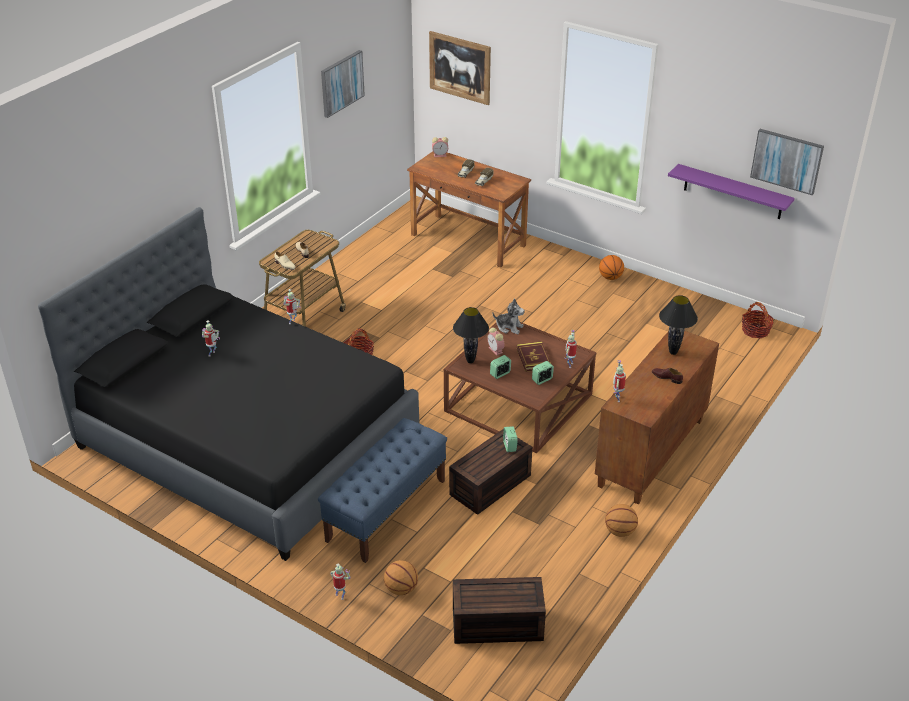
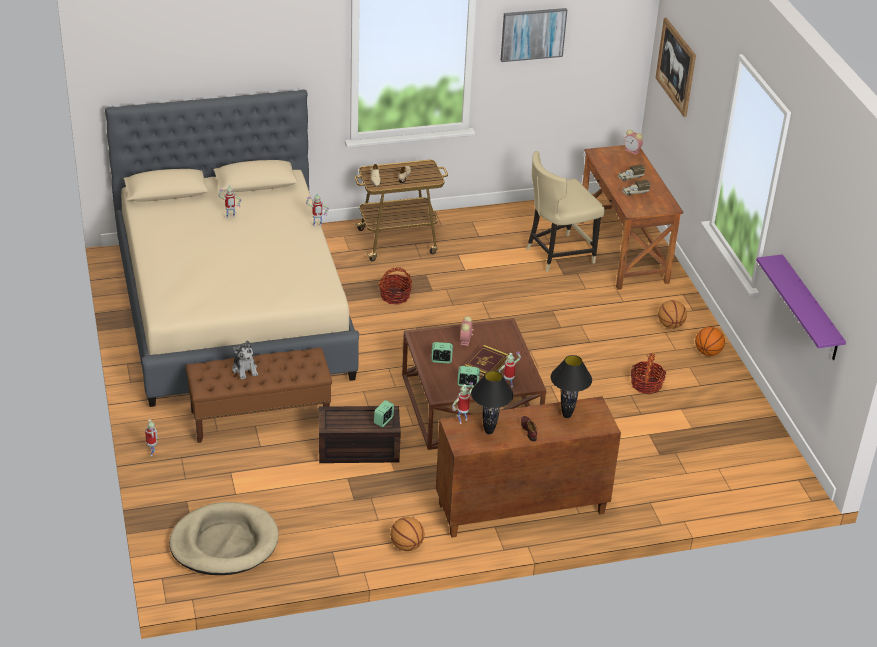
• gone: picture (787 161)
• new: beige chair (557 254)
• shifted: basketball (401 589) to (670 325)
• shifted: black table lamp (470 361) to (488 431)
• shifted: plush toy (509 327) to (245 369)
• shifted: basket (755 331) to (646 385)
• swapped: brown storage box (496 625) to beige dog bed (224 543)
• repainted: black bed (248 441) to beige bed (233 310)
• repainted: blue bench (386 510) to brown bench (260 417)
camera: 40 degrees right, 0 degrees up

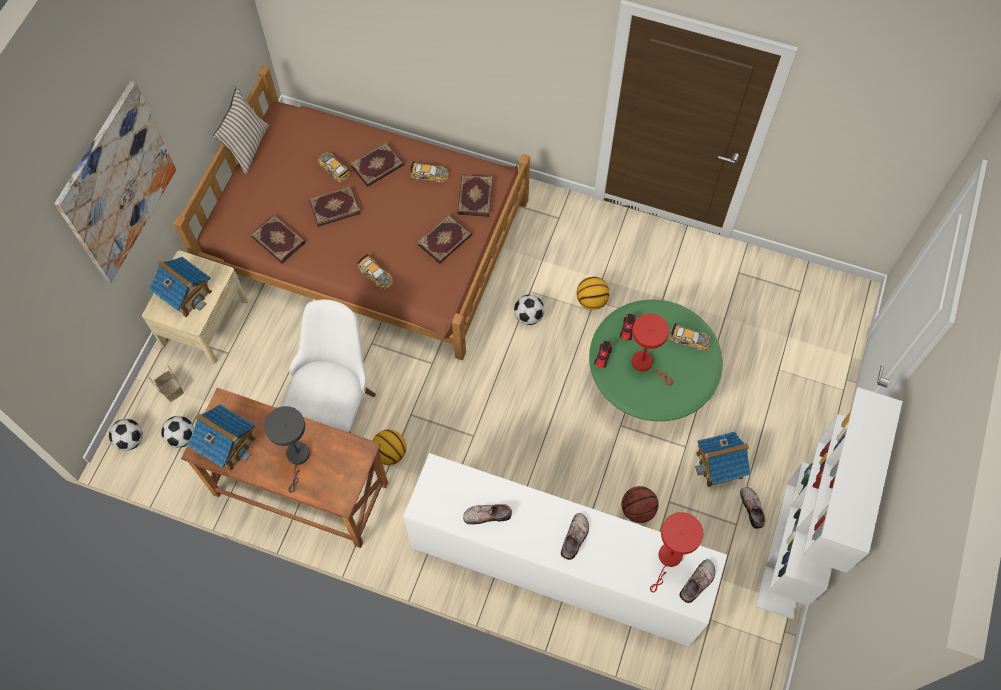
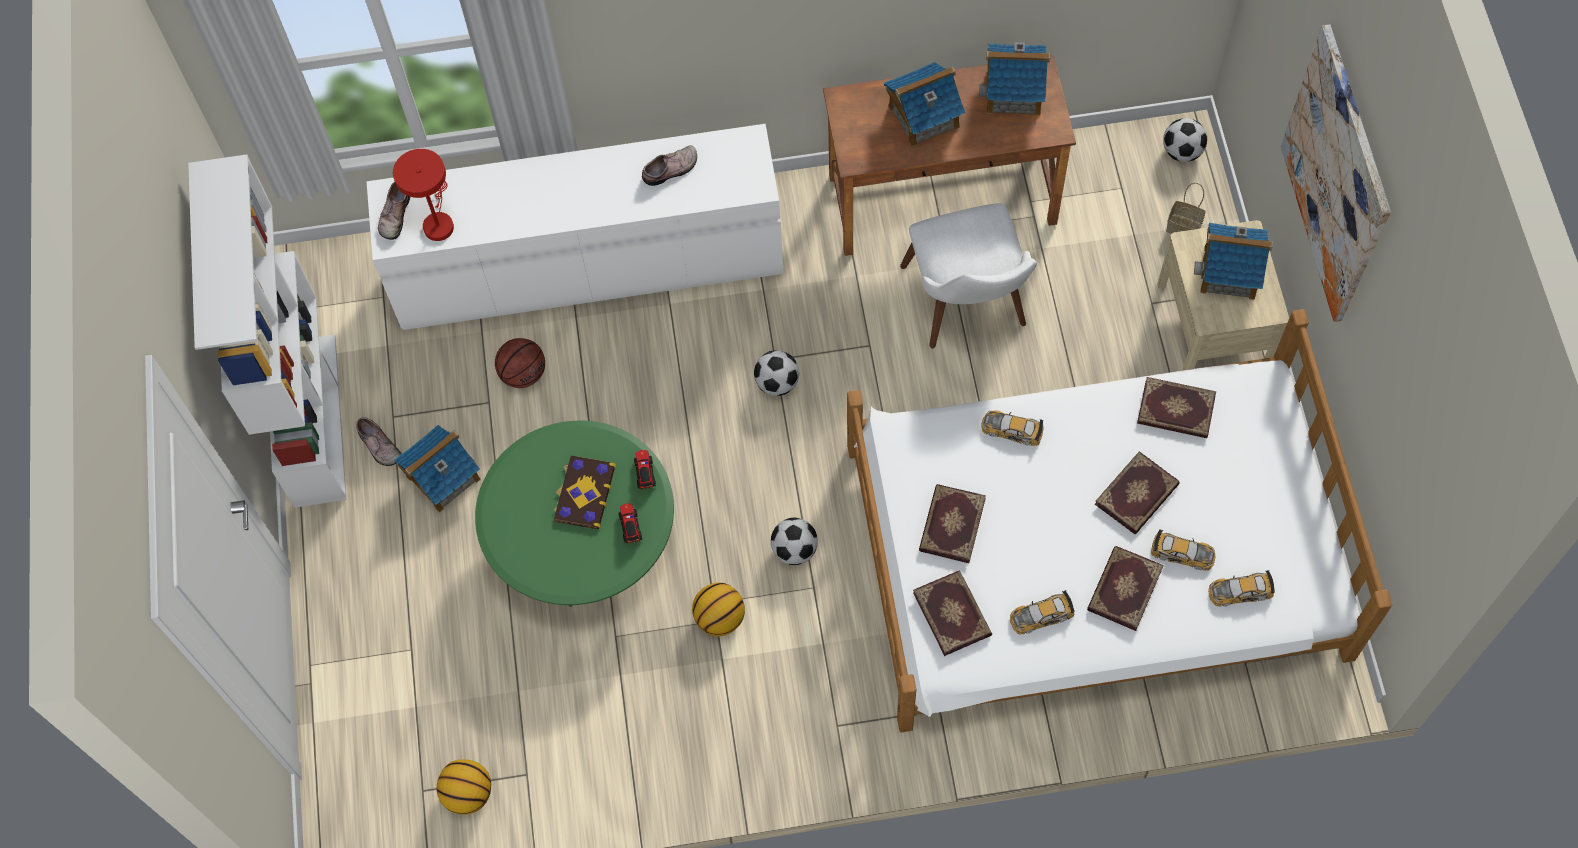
• gone: beige pillow (247 147)
• gone: shoe (575 538)
• shifted: football (182 437) to (777 383)
• shifted: basketball (390 453) to (468 793)
• shifted: toy car (690 339) to (1240 591)
• swapped: grey table lamp (298 458) to toy house (923 116)
• swapped: red table lamp (645 364) to book (584 493)
• repainted: brown bed (367 236) to white bed (1092 551)
camera: 155 degrees right, 0 degrees up

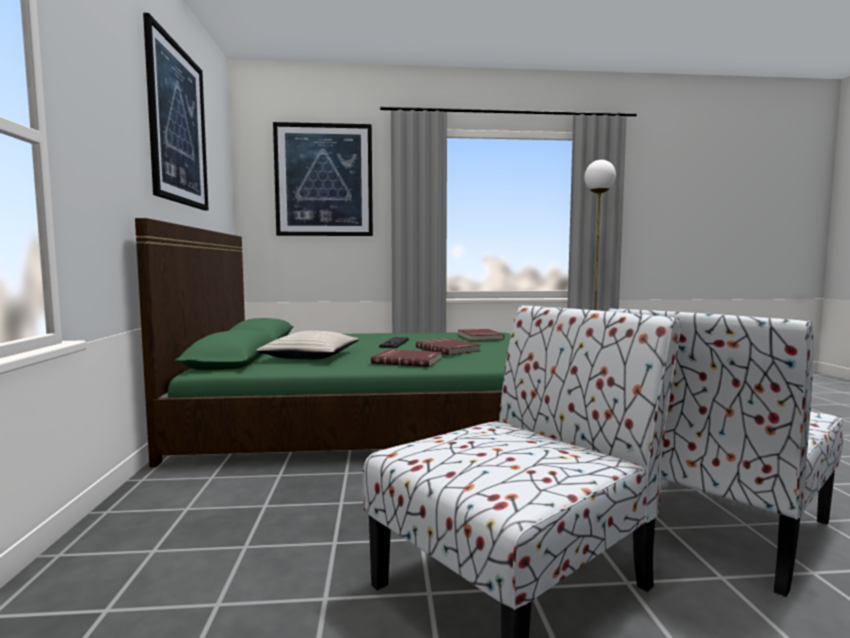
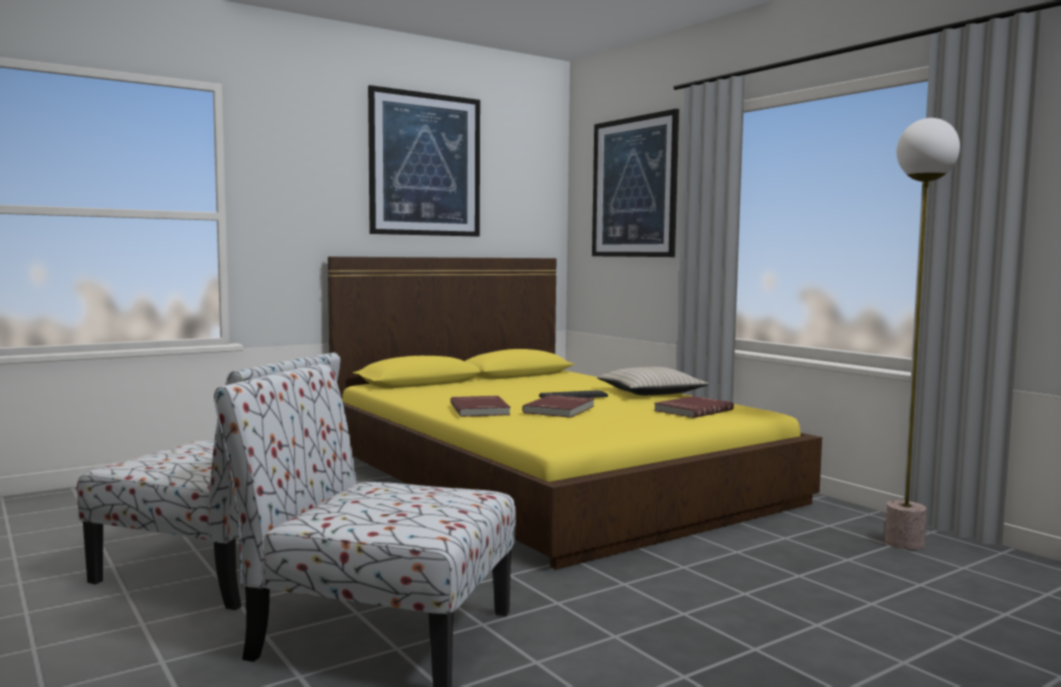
• shifted: beige pillow (310 356) to (650 392)
• repainted: green bed (381 413) to yellow bed (550 476)
camera: 60 degrees right, 0 degrees up

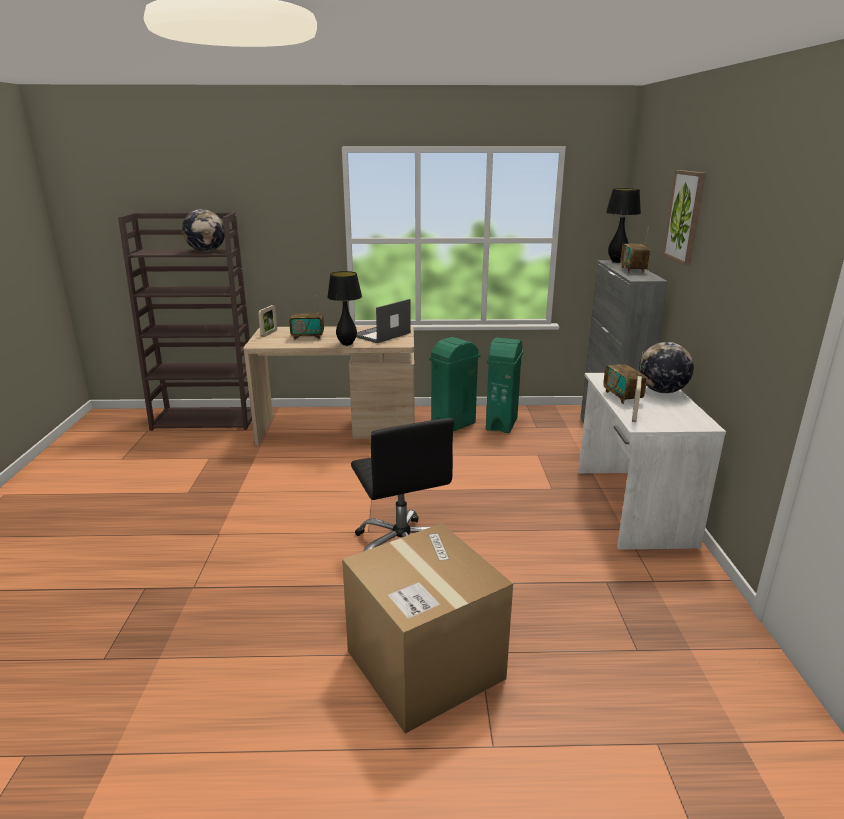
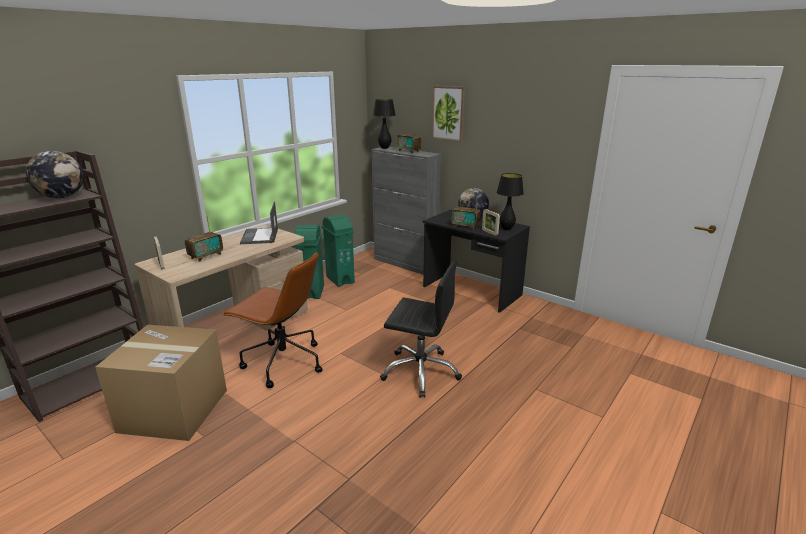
• new: brown office chair (282 363)
• shifted: black table lamp (347 344) to (506 229)
• shifted: cardboard box (425 664) to (174 410)
• repainted: white desk (631 506) to black desk (471 291)
camera: 50 degrees left, 0 degrees up

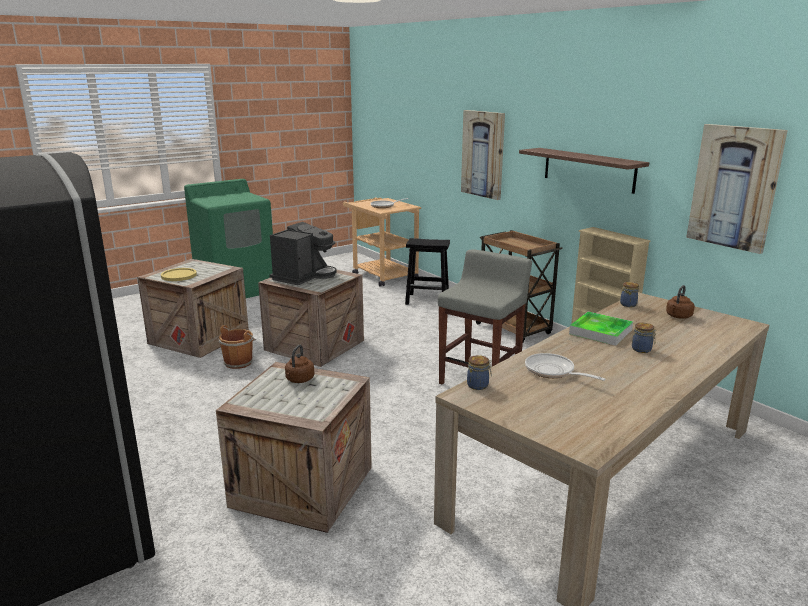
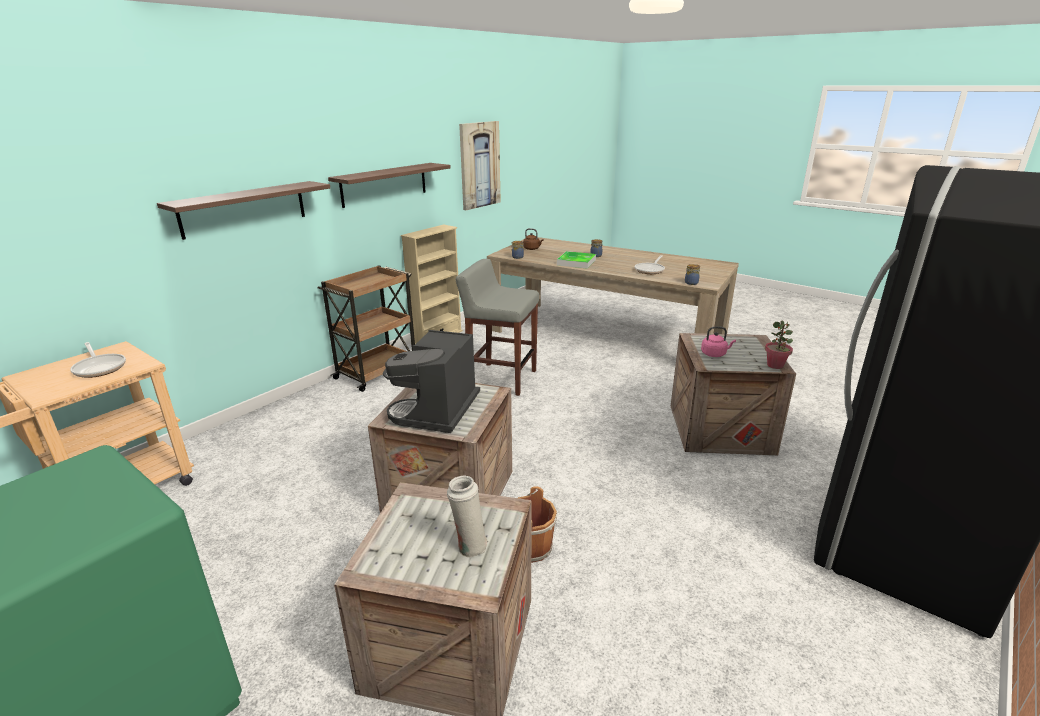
• gone: black stool (428 300)
• new: potted plant (775 365)
• swapped: yellow plate (179 275) to white vase (469 545)
• swapped: picture (483 154) to shelf (244 209)
• repainted: brown kettle (299 380) to pink kettle (714 354)
• rotated: coffee machine (304 276) = (437 411) 90 degrees counterclockwise
camera: 105 degrees left, 5 degrees up

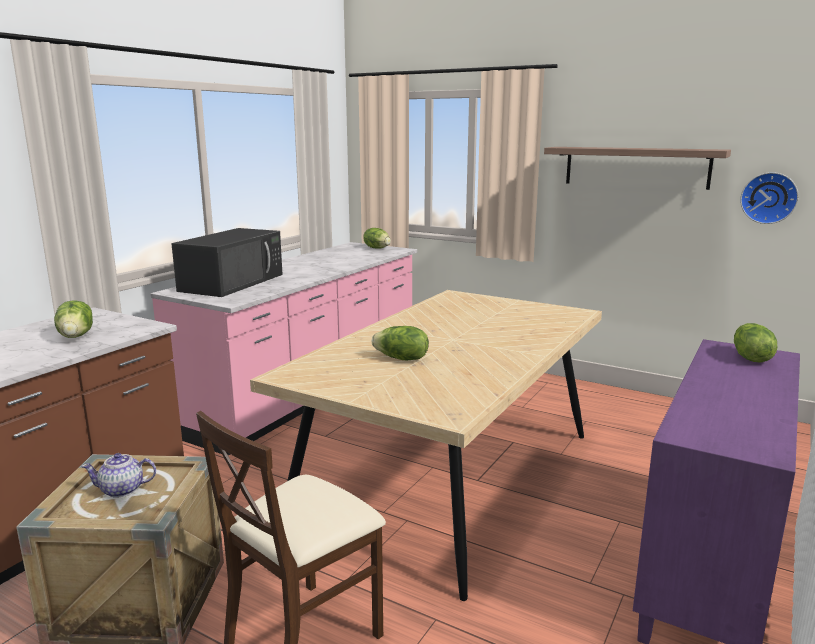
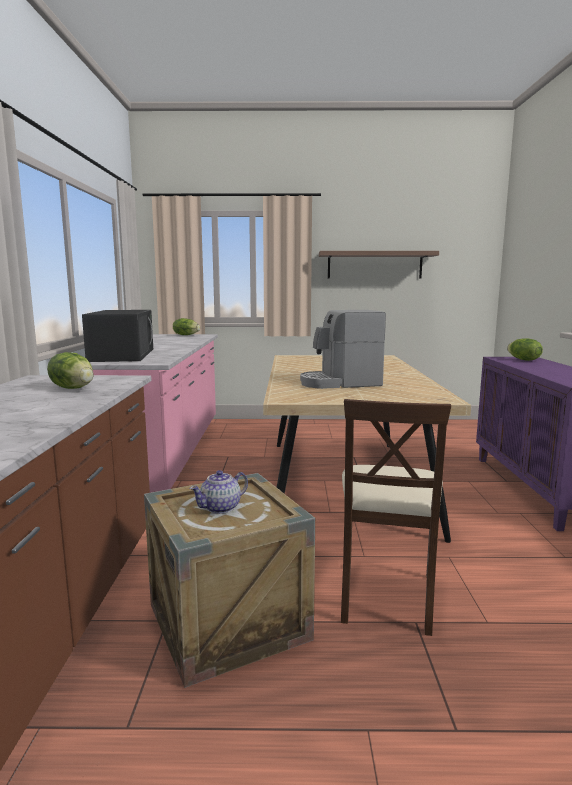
• gone: wall clock (769 198)
• swapped: lettuce (401 359) to coffee machine (340 383)
camera: 30 degrees left, 5 degrees down

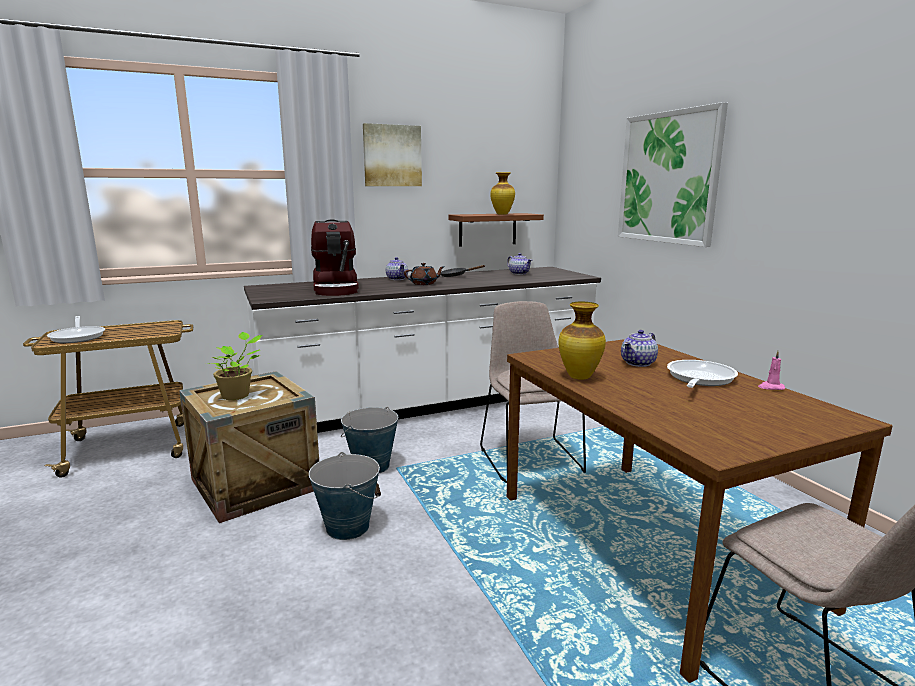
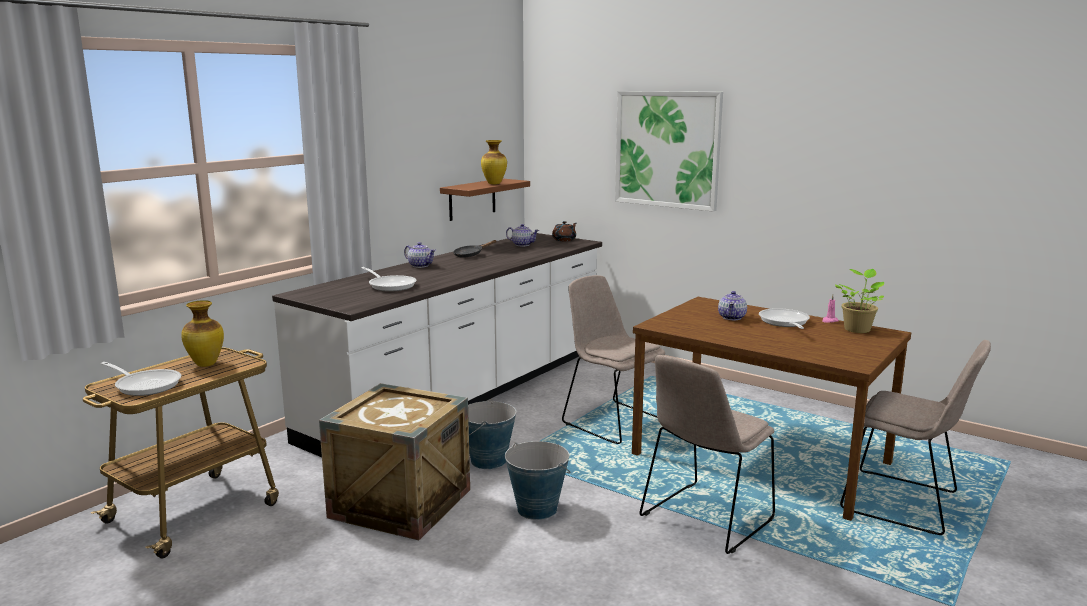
• gone: picture (392 156)
• new: beige chair (704 519)
• shifted: potted plant (238 395) to (857 329)
• shifted: brown teapot (424 283) to (564 240)
• shifted: vase (578 377) to (205 364)
• swapped: coffee machine (336 288) to frying pan (390 285)
camera: 30 degrees left, 0 degrees up

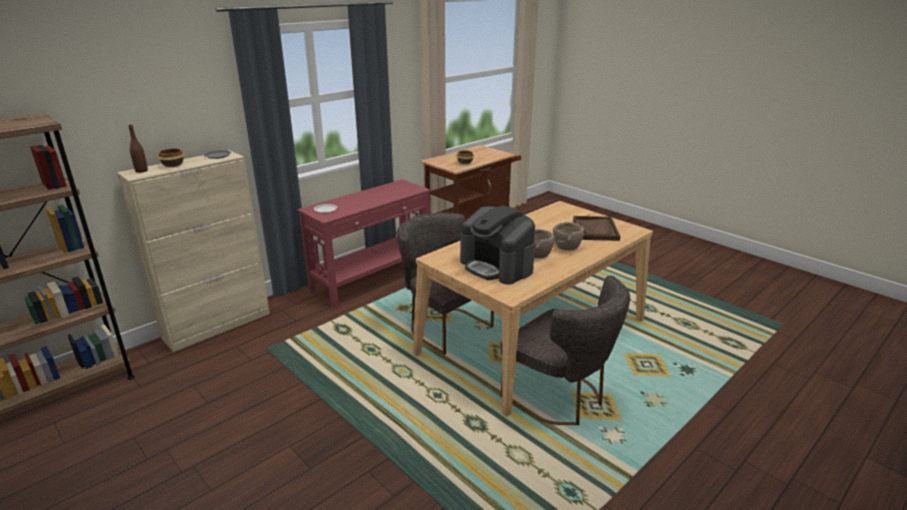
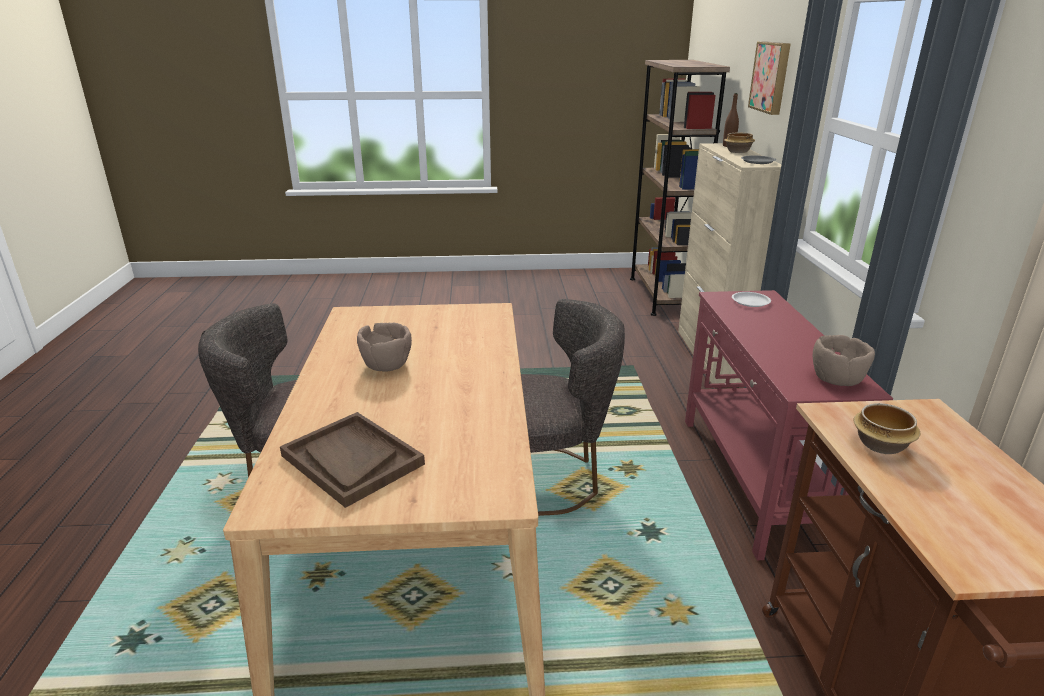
• gone: coffee machine (497 266)
• new: picture (771 77)
• shifted: brown bowl (567 246) to (837 380)
camera: 130 degrees right, 0 degrees up

